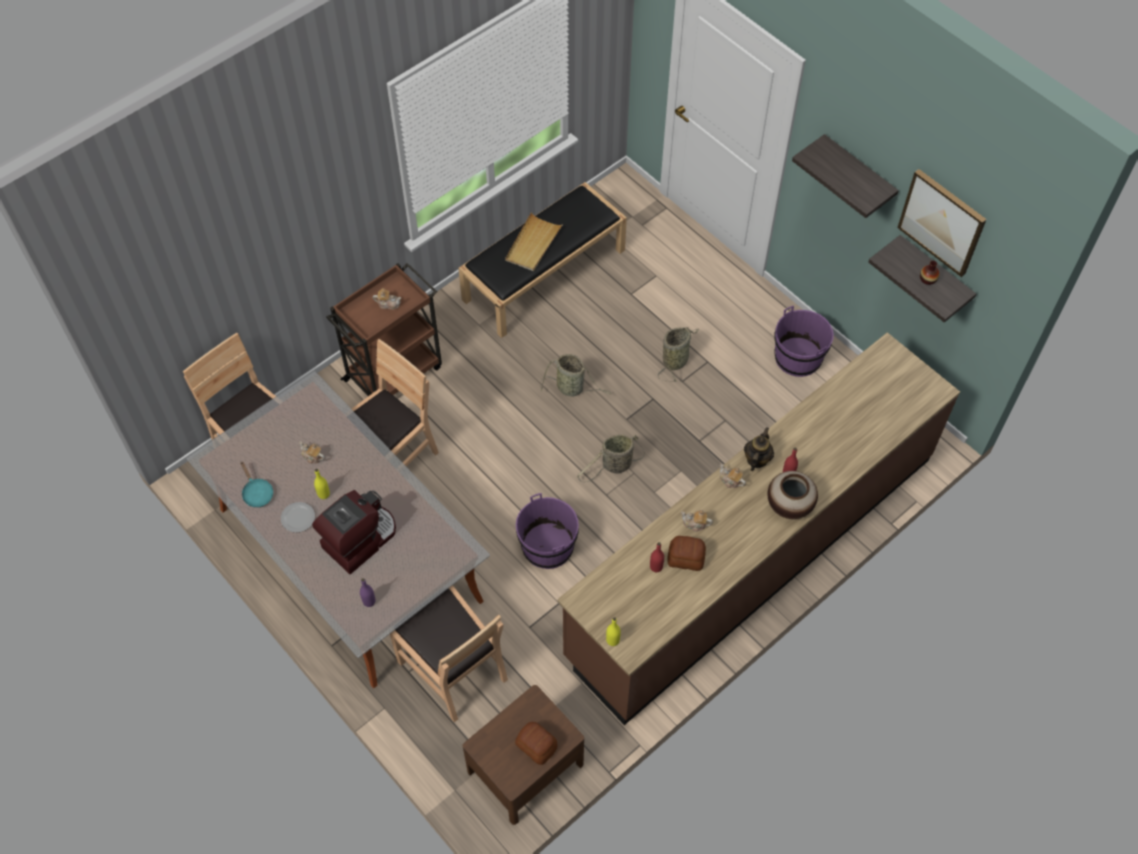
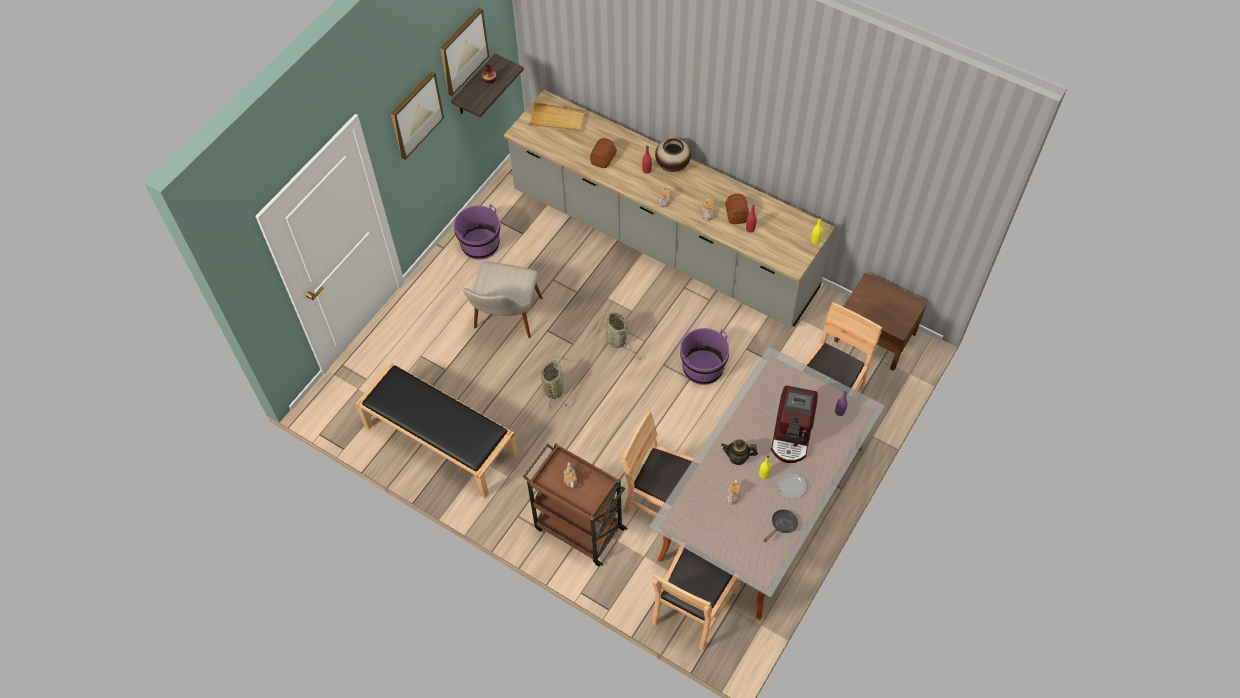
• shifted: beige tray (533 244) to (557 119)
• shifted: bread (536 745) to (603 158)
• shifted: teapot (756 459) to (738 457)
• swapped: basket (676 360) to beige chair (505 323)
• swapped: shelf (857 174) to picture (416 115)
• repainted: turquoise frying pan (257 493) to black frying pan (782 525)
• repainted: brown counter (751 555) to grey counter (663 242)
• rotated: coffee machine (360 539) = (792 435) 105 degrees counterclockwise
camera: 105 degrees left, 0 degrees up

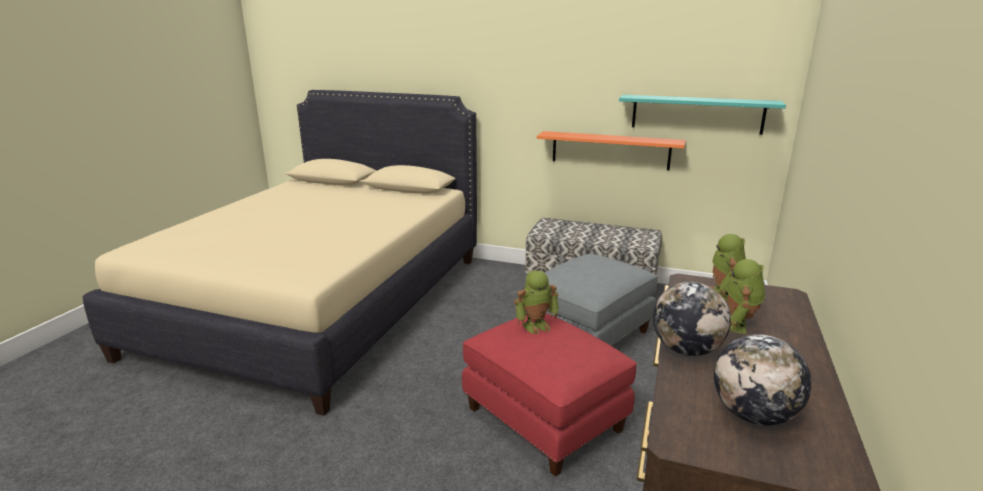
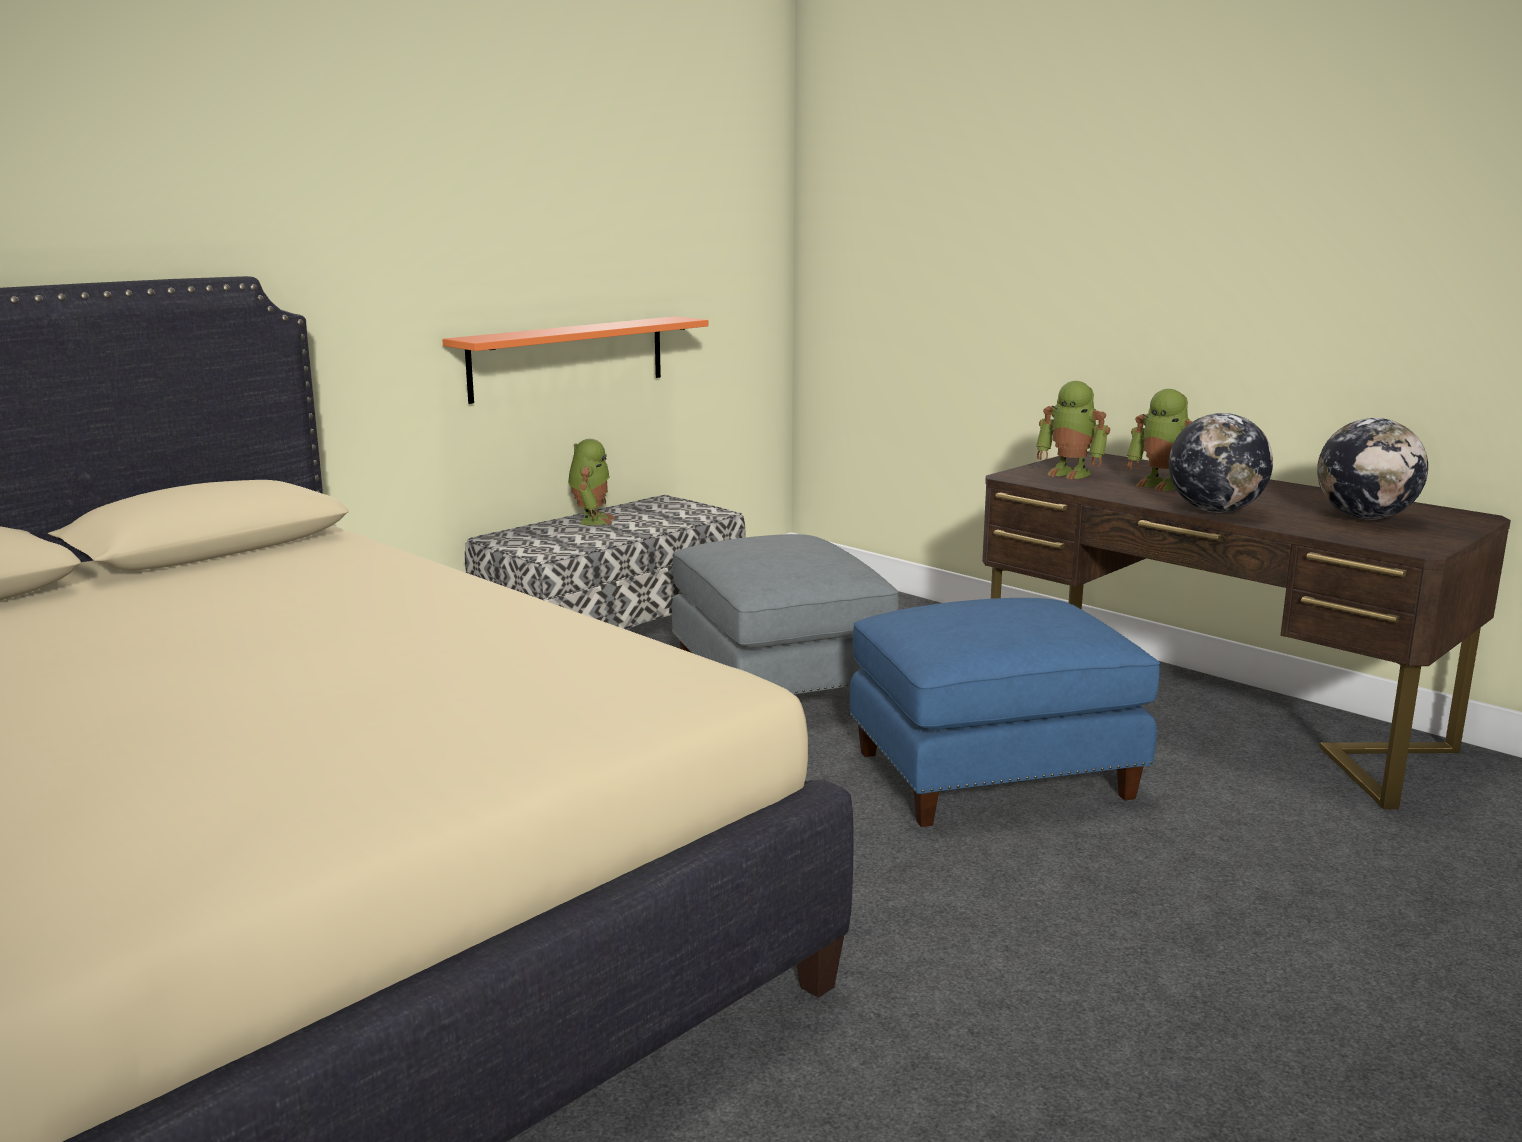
• gone: turquoise shelf (697 114)
• shifted: toy robot (536 325) to (591 520)
• repainted: red ottoman (545 419) to blue ottoman (992 773)
camera: 65 degrees left, 5 degrees down

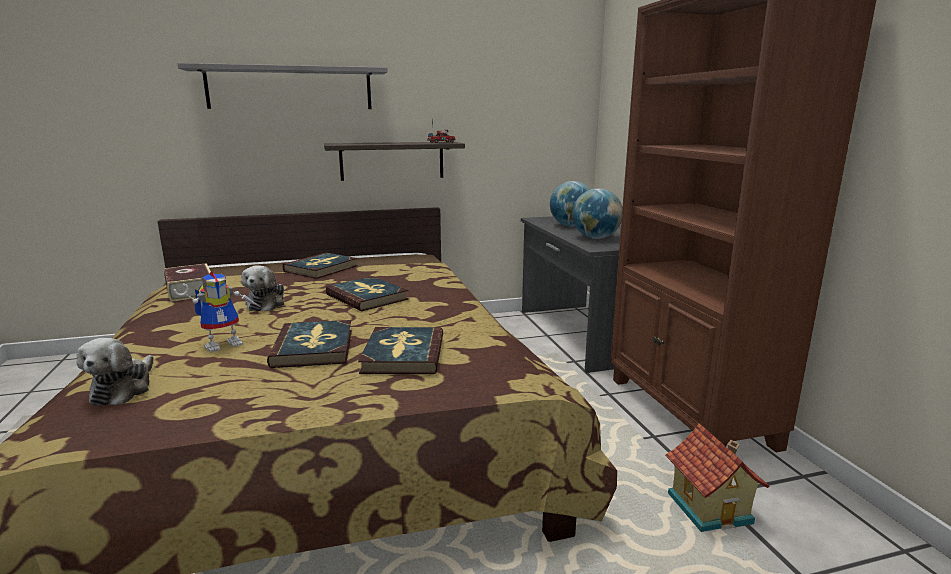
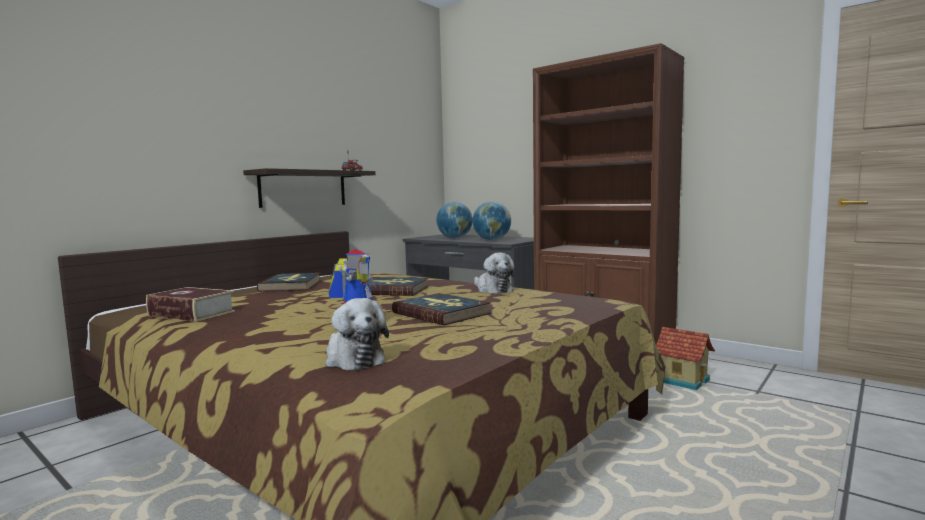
• gone: grey shelf (290 88)
• gone: book (403 354)
• shifted: plush toy (267 303) to (492 289)
camera: 35 degrees left, 10 degrees down

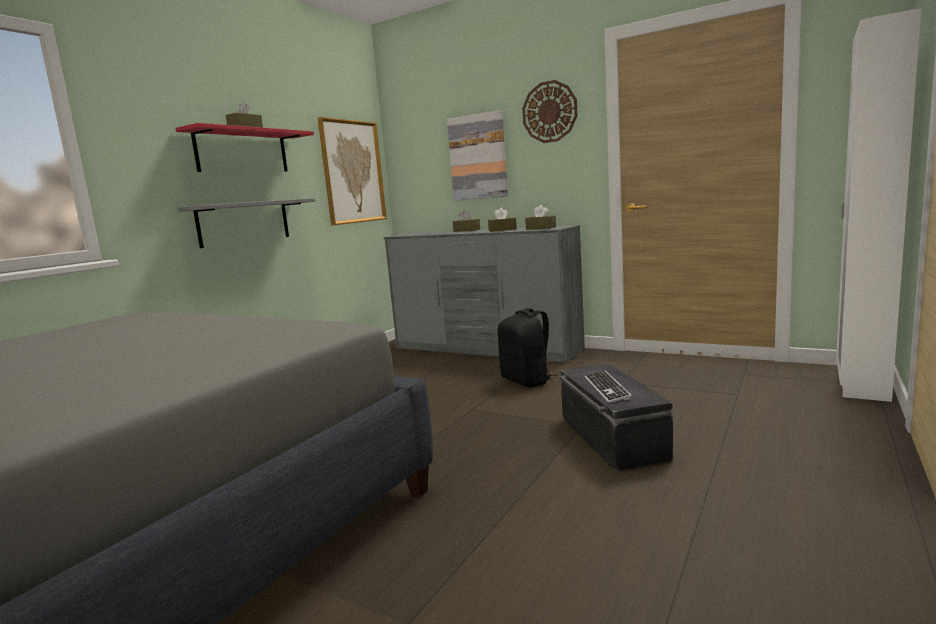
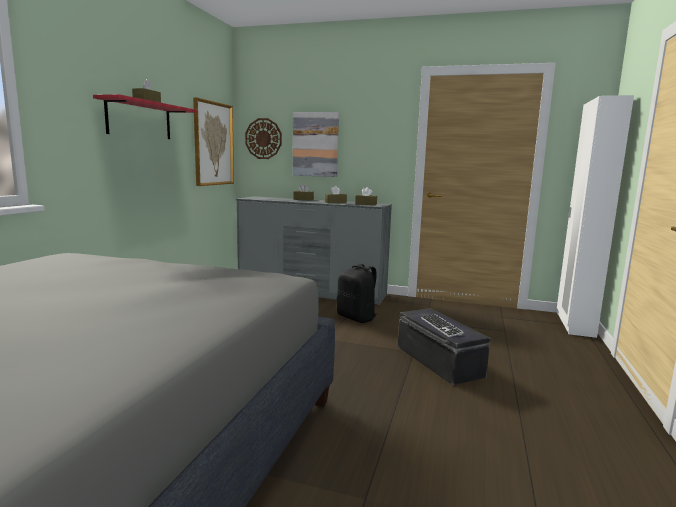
• gone: grey shelf (244 222)
• shifted: wall clock (549 112) to (263 138)
camera: 15 degrees left, 0 degrees up

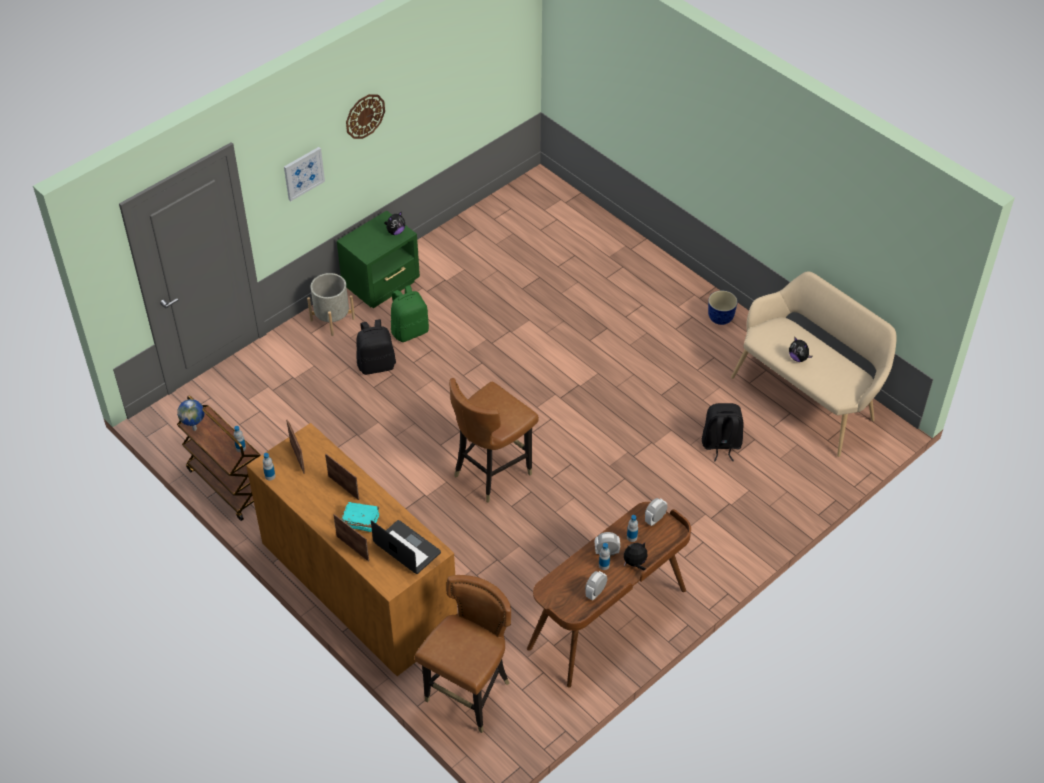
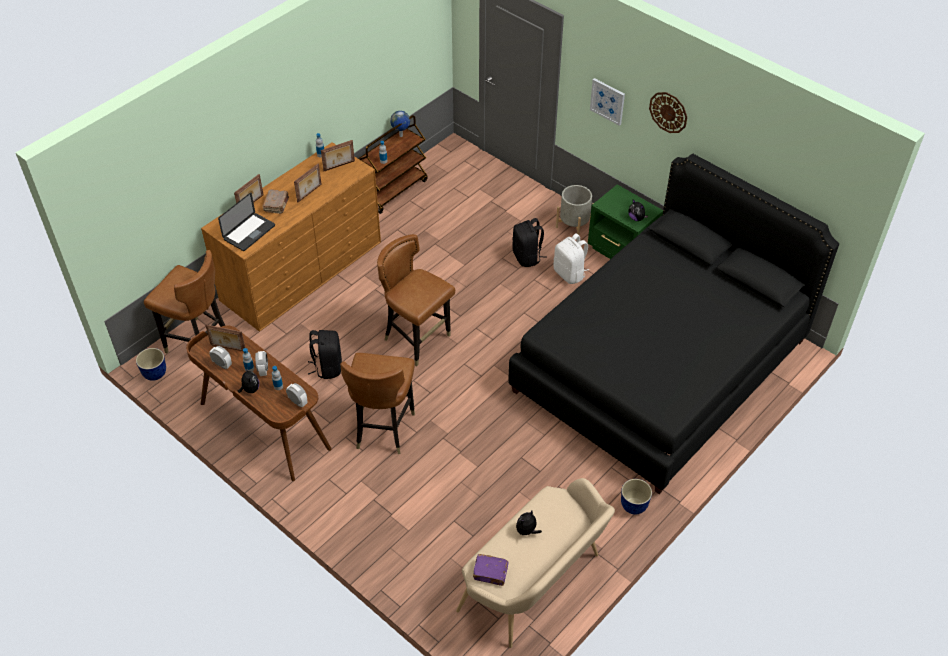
• new: planter (155 374)
• new: picture frame (228 348)
• new: brown chair (383 429)
• new: purple book (491 573)
• new: black bed (660 365)
• shifted: black backpack (721 445) to (327 367)
• repainted: turquoise book (360 521) to brown book (276 205)
• repainted: green backpack (410 331) to white backpack (570 274)
camera: 85 degrees right, 0 degrees up

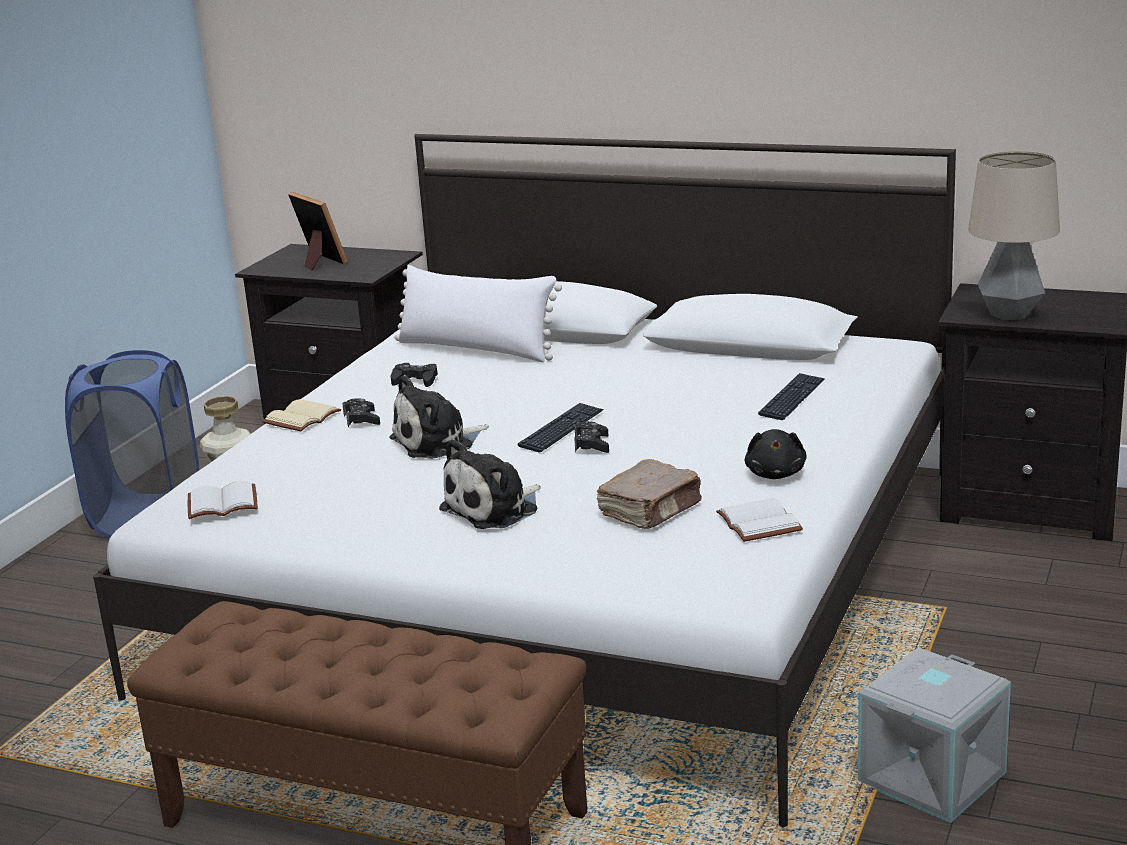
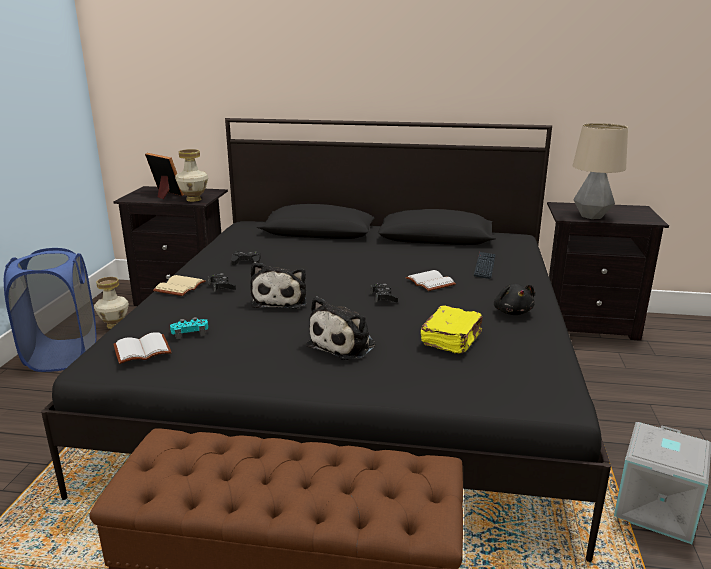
• gone: white pillow (476 349)
• gone: keyboard (561 429)
• new: turquoise game controller (190 332)
• new: vase (193 199)
• shifted: white book (756 523) to (428 282)
• repainted: white bed (575 575) to black bed (356 379)
• repainted: brown book (651 510) to yellow book (452 340)
• rotated: plush toy (437 442) = (281 300) 45 degrees counterclockwise
camera: 15 degrees left, 0 degrees up

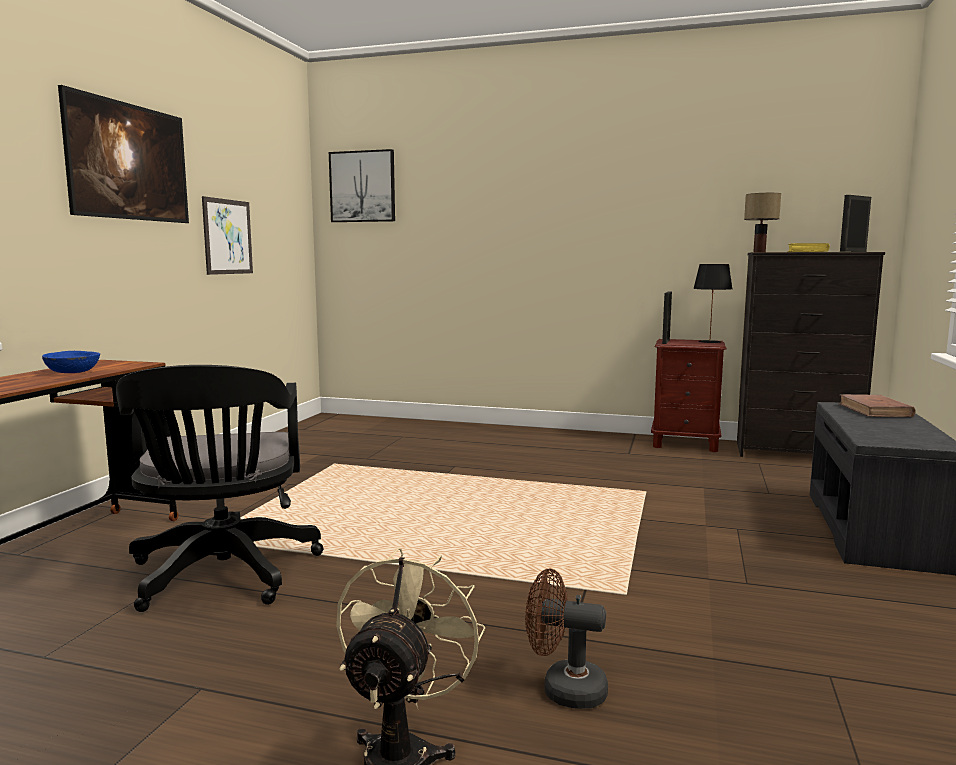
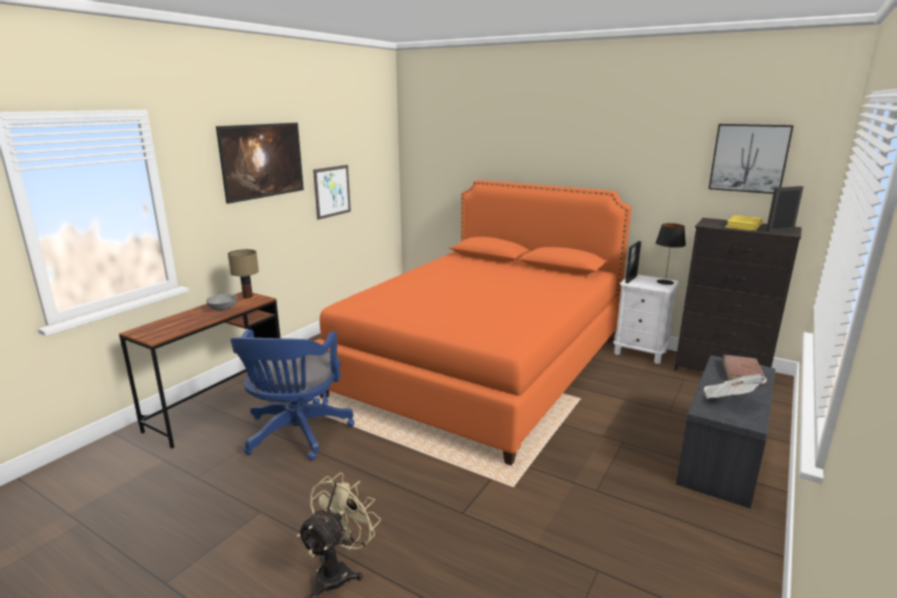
• gone: brown fan (564 689)
• new: orange bed (482 366)
• new: newspaper (729 399)
• shifted: picture (362 186) to (749 158)
• shifted: table lamp (759 252) to (247 297)
• repainted: blue bowl (72 372) to grey bowl (222 308)
• repainted: black office chair (223 576) to blue office chair (296 435)
• repainted: brown nightstand (685 444) to white nightstand (640 352)
camera: 15 degrees right, 10 degrees up

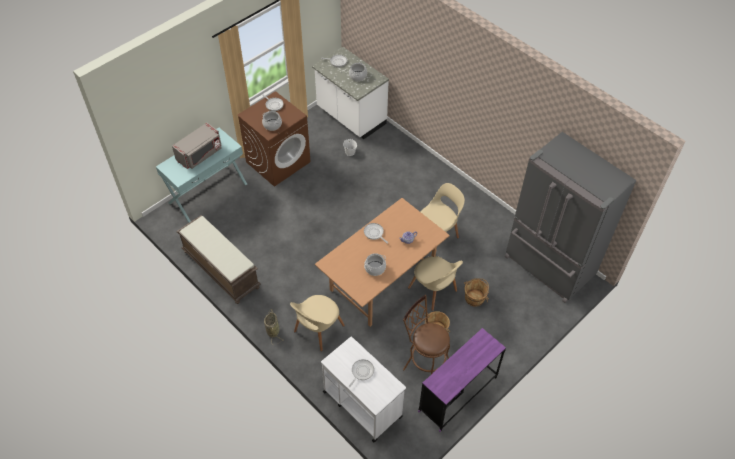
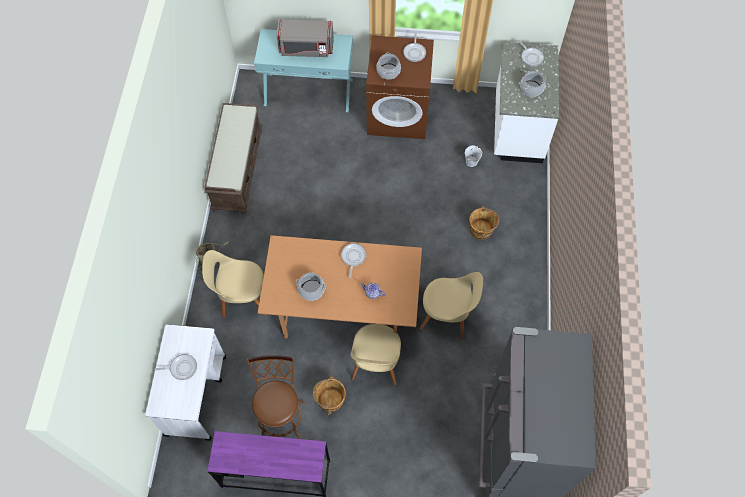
• shifted: brown bucket (475 298) to (481 229)
camera: 50 degrees right, 10 degrees up

